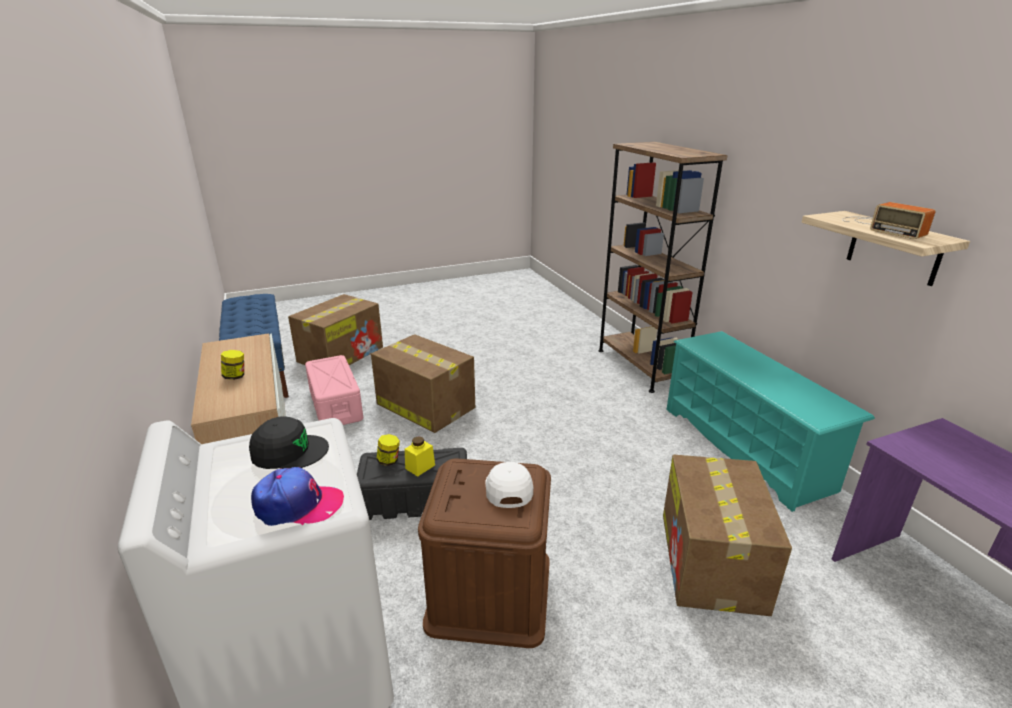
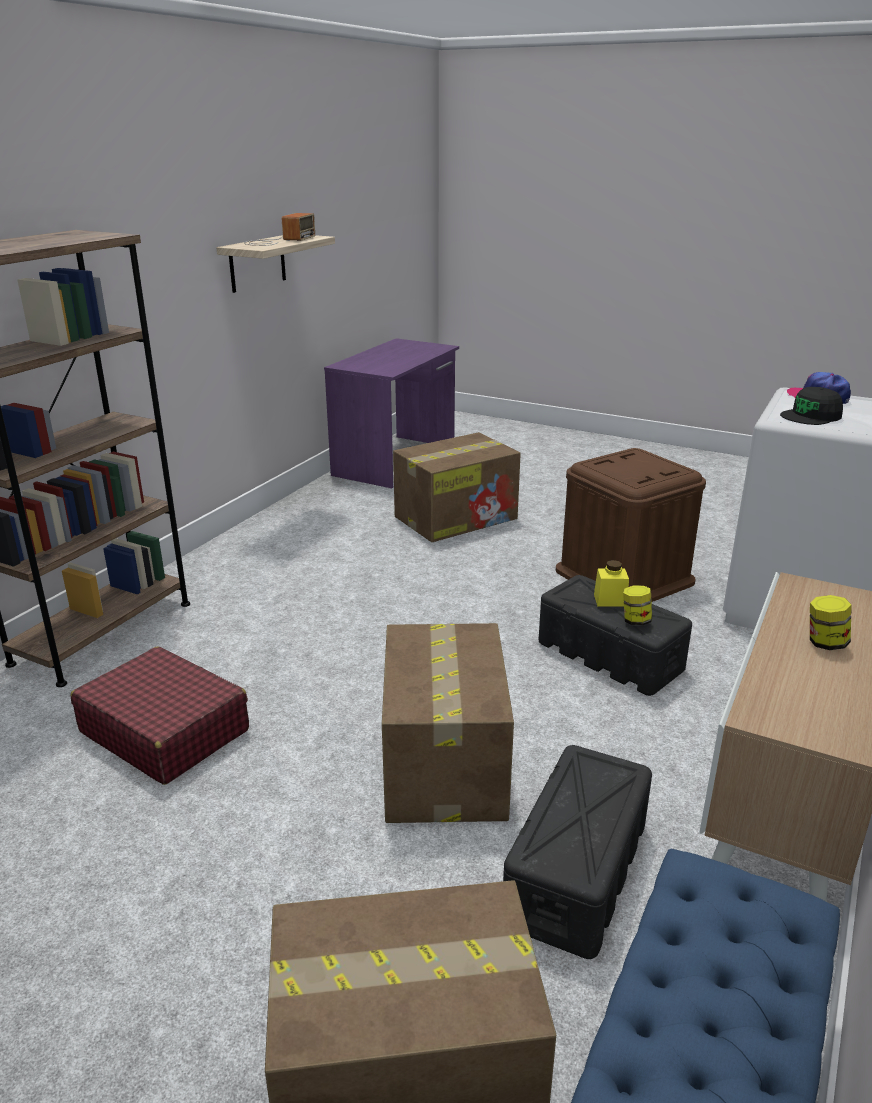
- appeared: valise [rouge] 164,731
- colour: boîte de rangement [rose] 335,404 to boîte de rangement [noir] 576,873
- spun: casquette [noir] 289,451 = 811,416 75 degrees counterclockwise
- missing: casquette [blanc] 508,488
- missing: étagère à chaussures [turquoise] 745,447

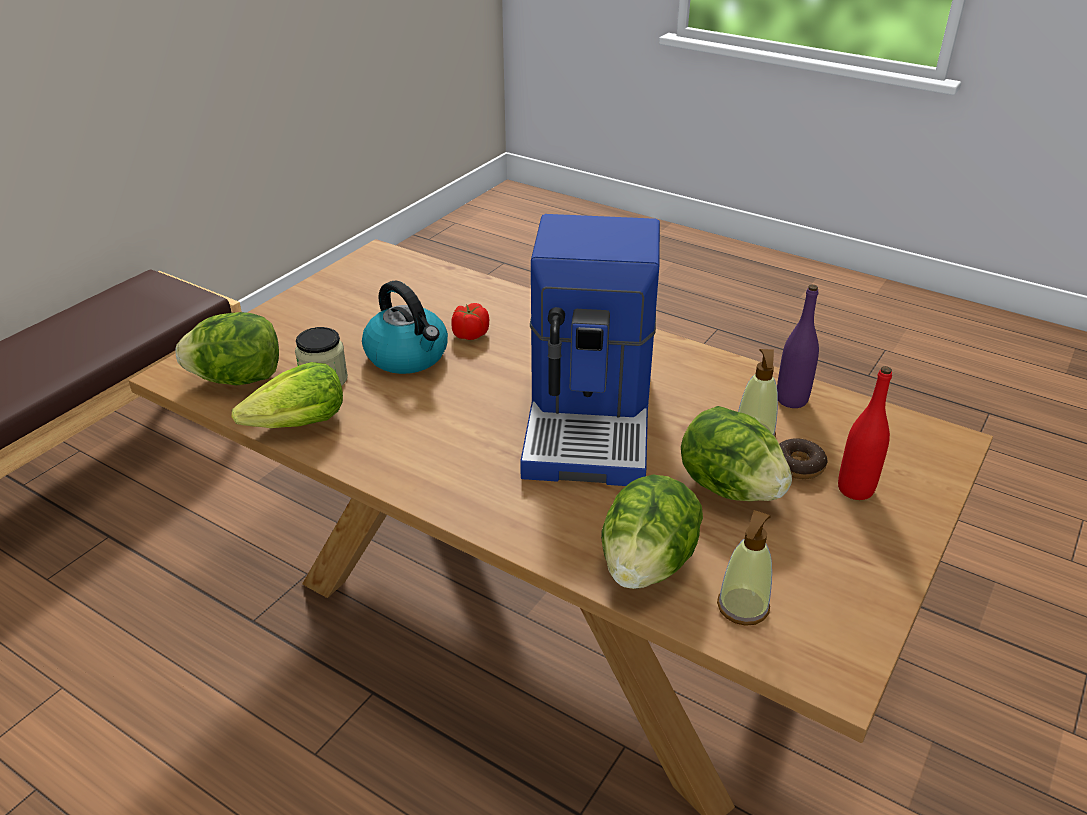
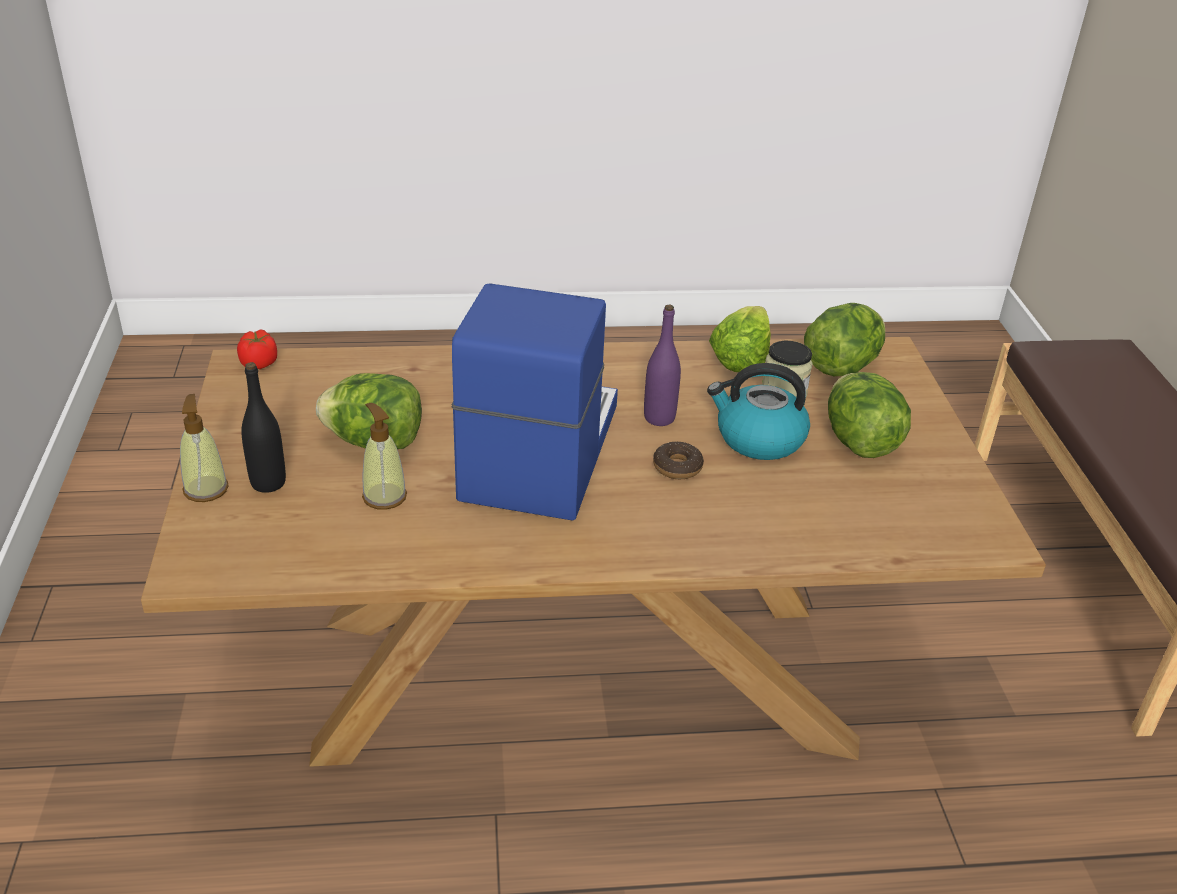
- relocated: distributeur de savon 742,607 to 206,489
- relocated: tomate 470,334 to 259,363
- colour: bouteille [rouge] 855,489 to bouteille [noir] 268,483
- spun: machine à café 592,417 = 537,452 45 degrees clockwise
- relocated: bouteille [violet] 791,400 to 659,418
- relocated: beignet 798,465 to 677,467
- relocated: laitue 647,565 to 859,442

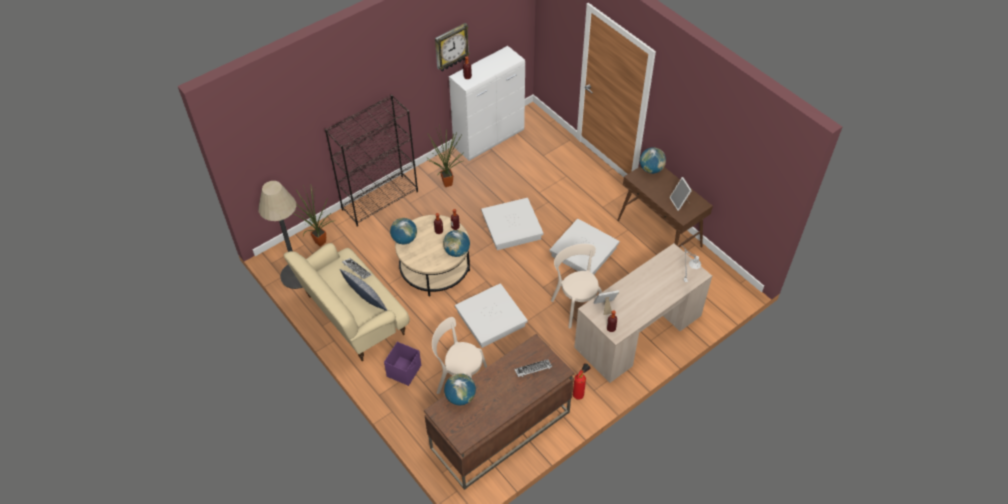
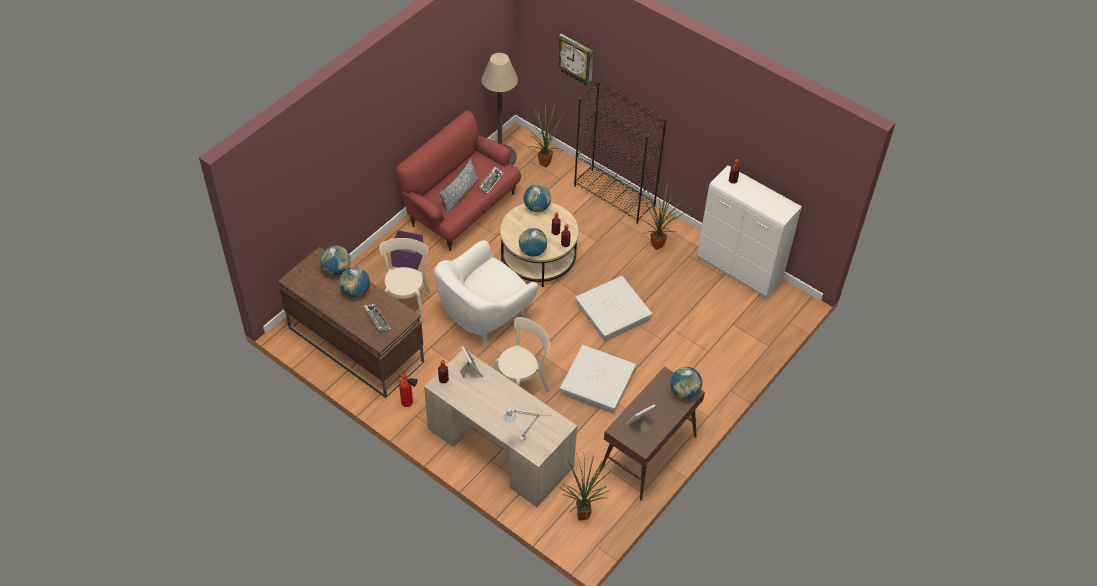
- appeared: globe 356,291
- colour: canapé [beige] 353,317 to canapé [rouge] 461,209
- exchanged: boîte de rangement [blanc] 490,319 to fauteuil [blanc] 484,315
- relocated: horloge murale 451,47 to 576,59
- appeared: plante en pot 583,513

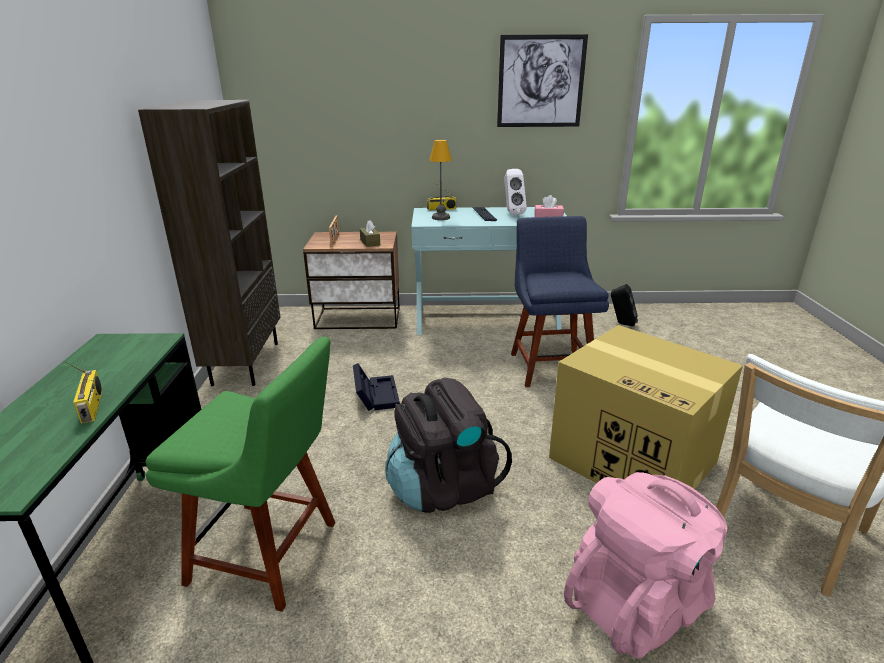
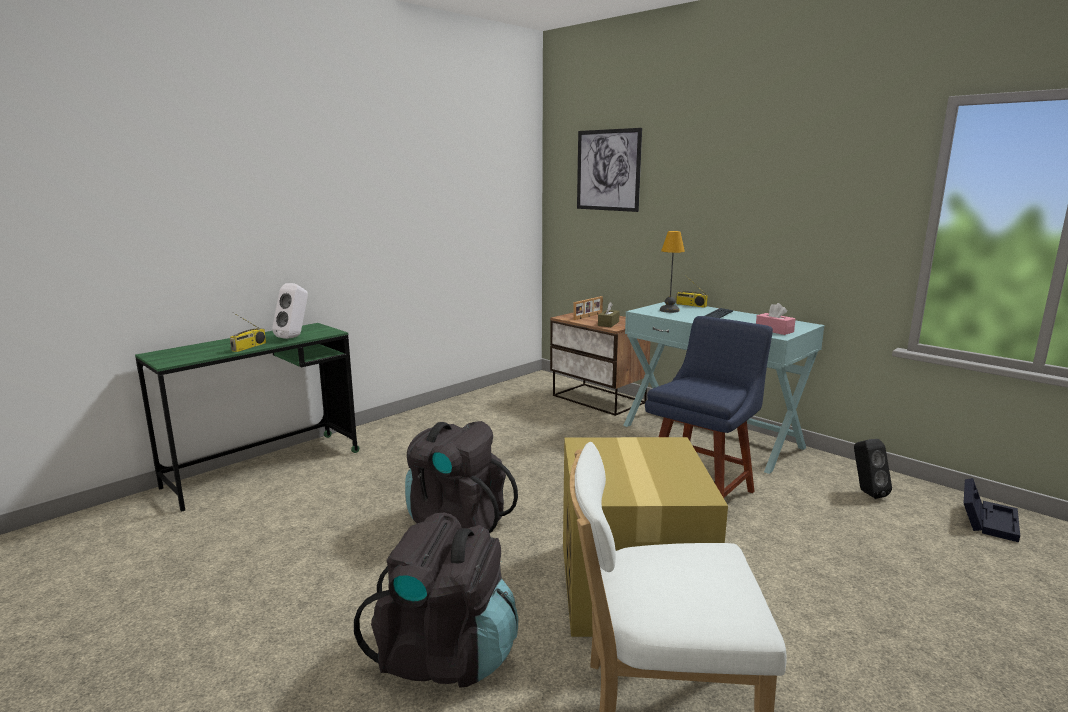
- relocated: enceinte [blanc] 511,213 to 295,337
- colour: sac à dos [rose] 637,602 to sac à dos [noir] 444,655
- relocated: tableau 540,82 to 608,170
- relocated: boîte de rangement [noir] 375,394 to 987,520
- missing: bibliothèque [marron] 245,363
- missing: chaise [vert] 270,554

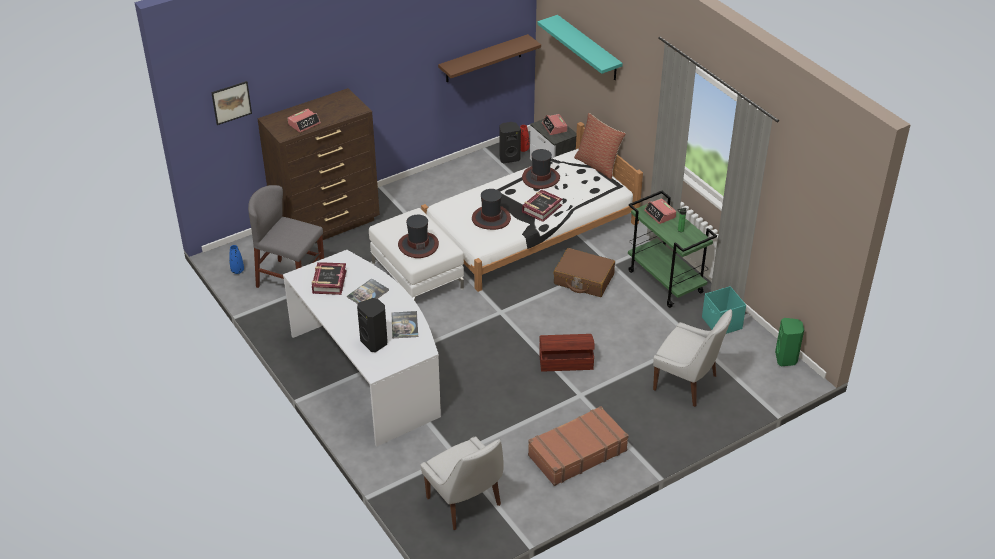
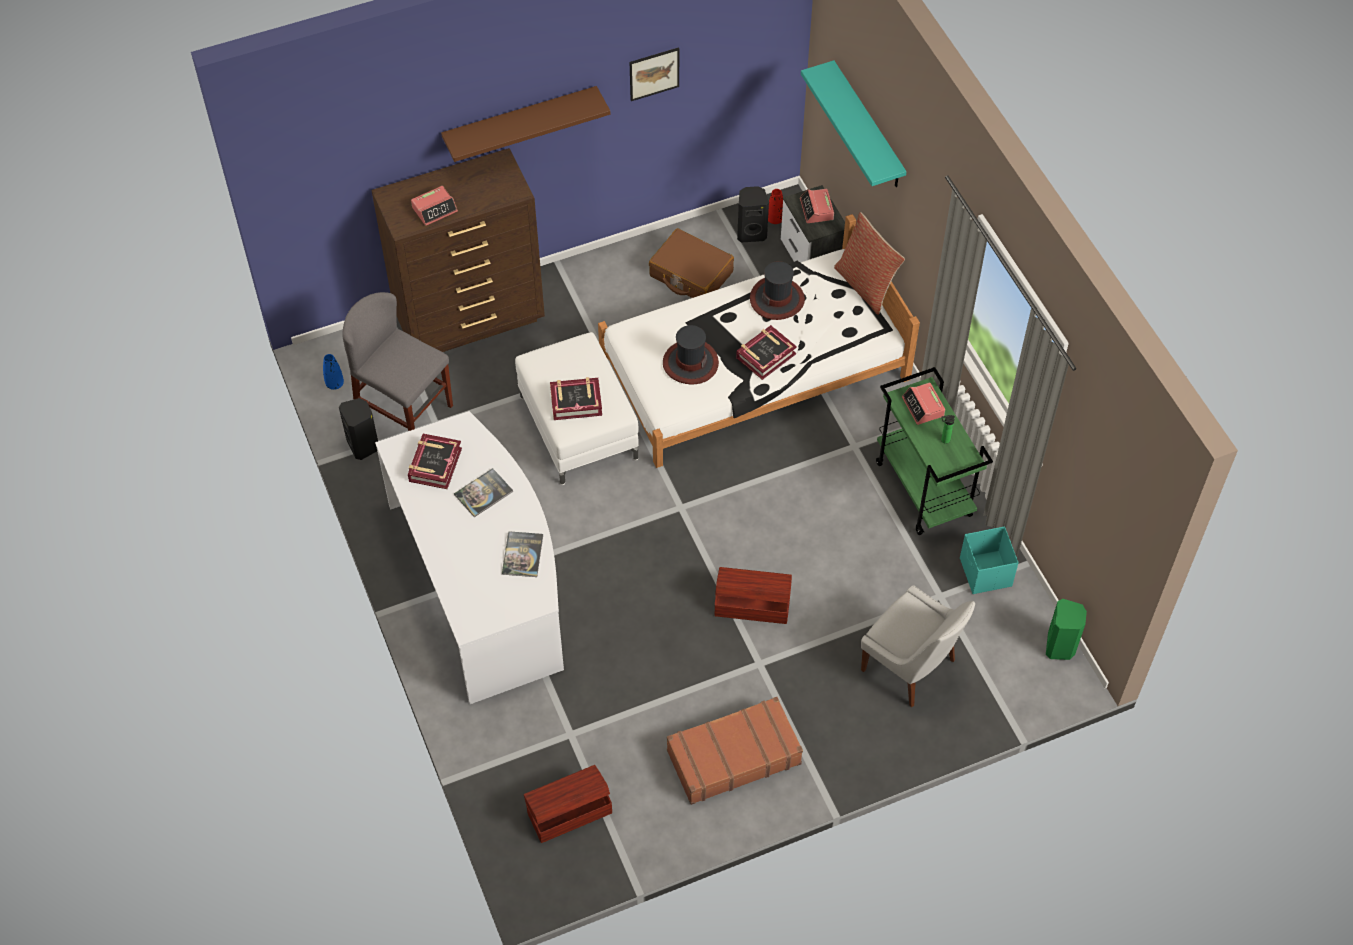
- relocated: enceinte [noir] 375,342 to 364,445
- relocated: étagère [marron] 483,59 to 520,121
- exchanged: chaise [blanc] 465,503 to boîte de rangement [marron] 568,812
- exchanged: chapeau 418,245 to livre 576,402
- relocated: tableau 231,102 to 654,73
- relocated: valise [marron] 583,279 to 691,274

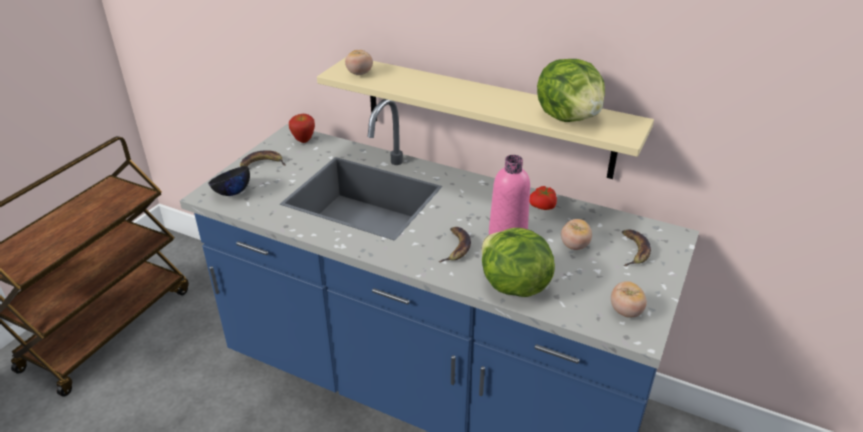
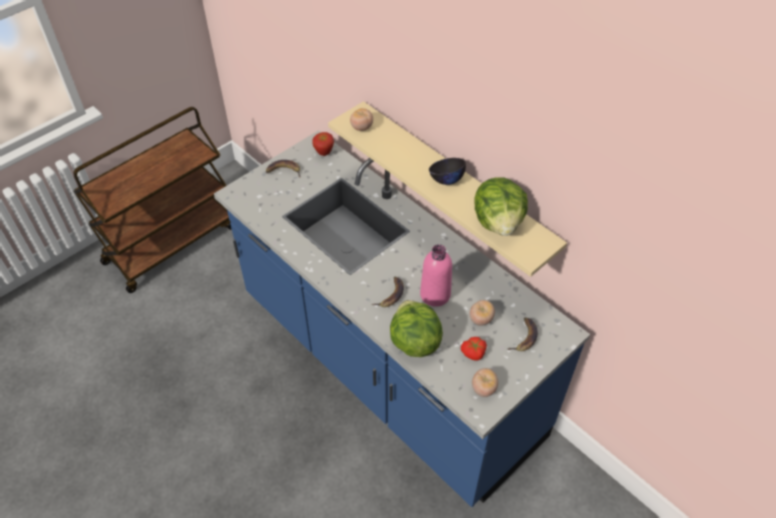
- relocated: bol [noir] 232,192 to 446,179
- relocated: tomate 543,206 to 473,353

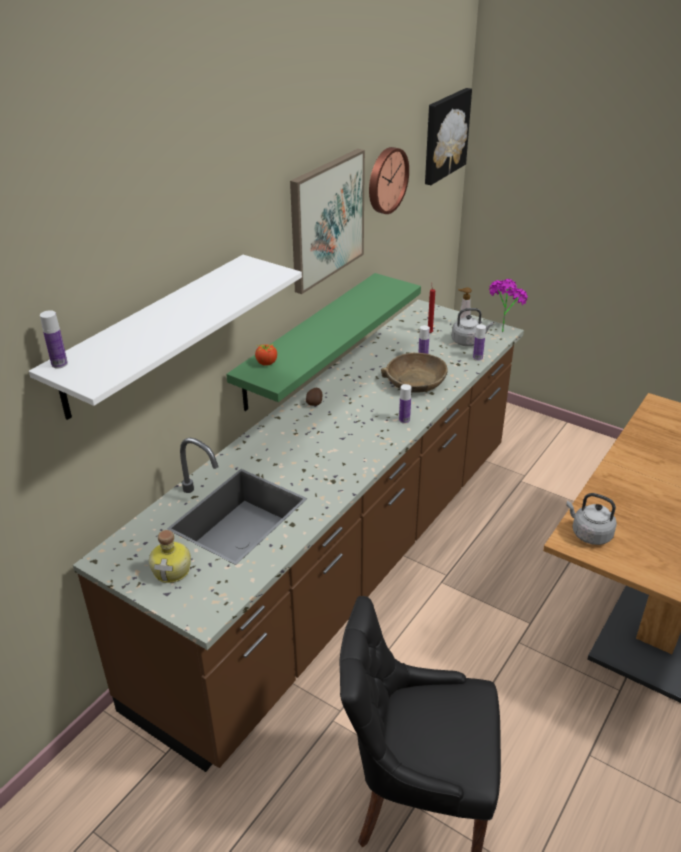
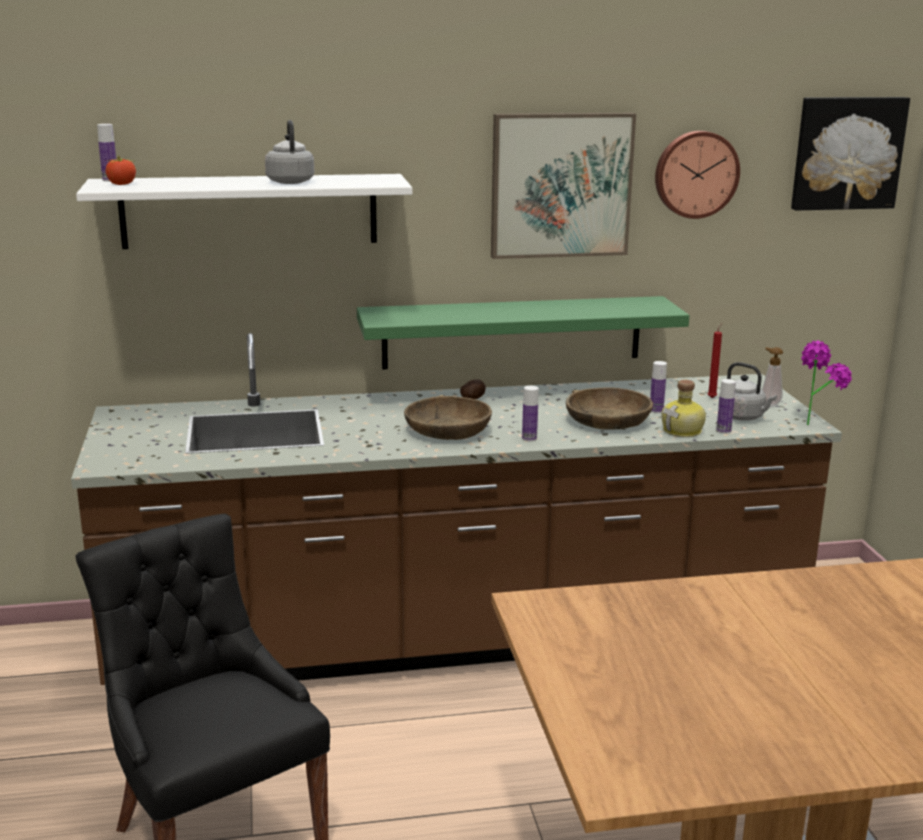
- relocated: tomate 267,363 to 122,184
- relocated: bouilloire [gris] 589,534 to 290,181
- appeared: bol [marron] 447,430
- relocated: bouteille 173,570 to 683,431

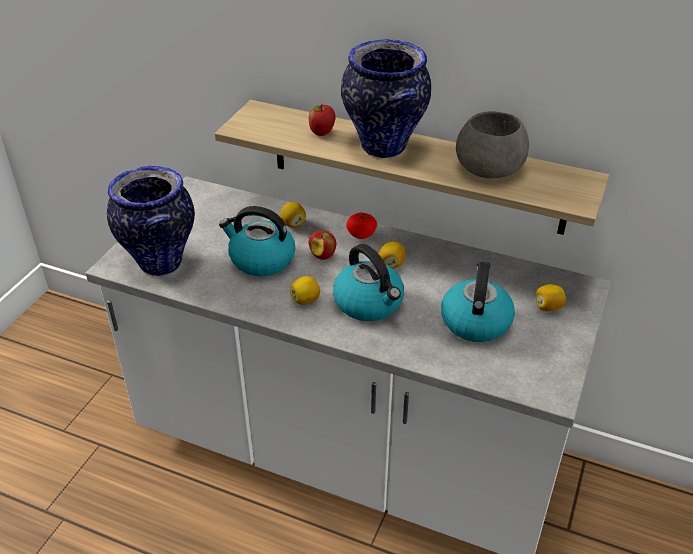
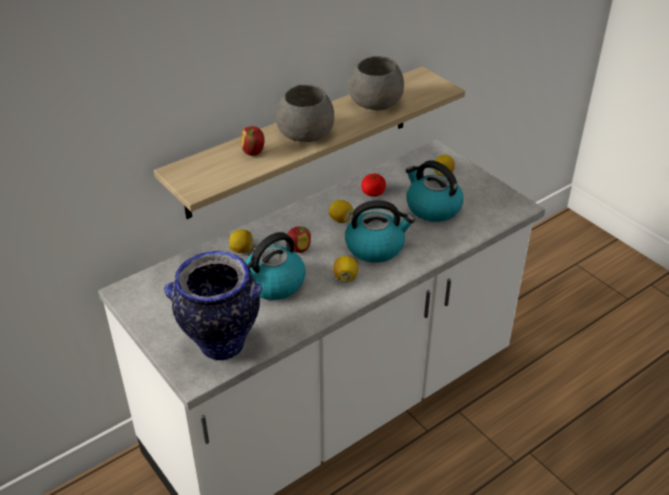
- exchanged: vase 384,148 to bol [gris] 305,133
- relocated: tomate 361,234 to 373,192

